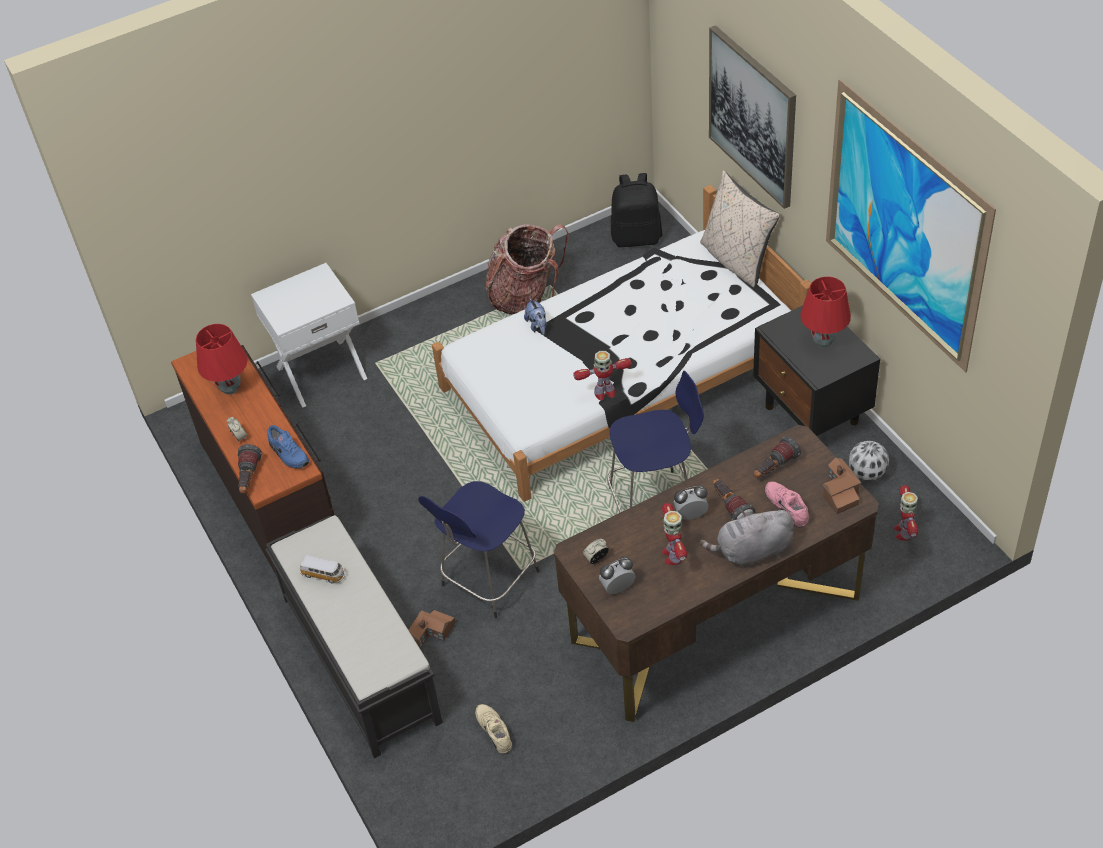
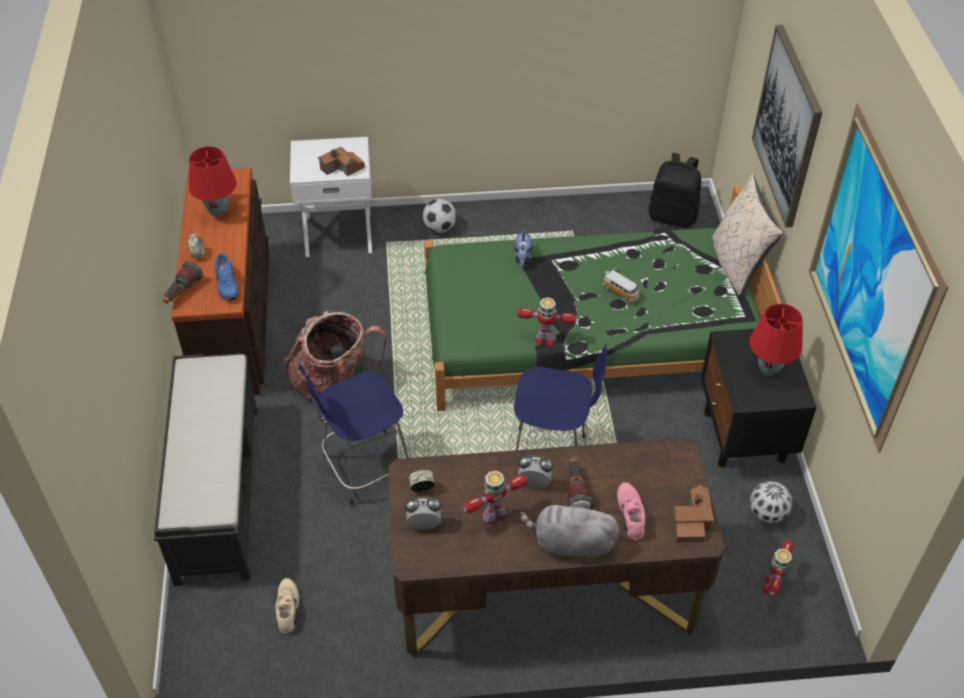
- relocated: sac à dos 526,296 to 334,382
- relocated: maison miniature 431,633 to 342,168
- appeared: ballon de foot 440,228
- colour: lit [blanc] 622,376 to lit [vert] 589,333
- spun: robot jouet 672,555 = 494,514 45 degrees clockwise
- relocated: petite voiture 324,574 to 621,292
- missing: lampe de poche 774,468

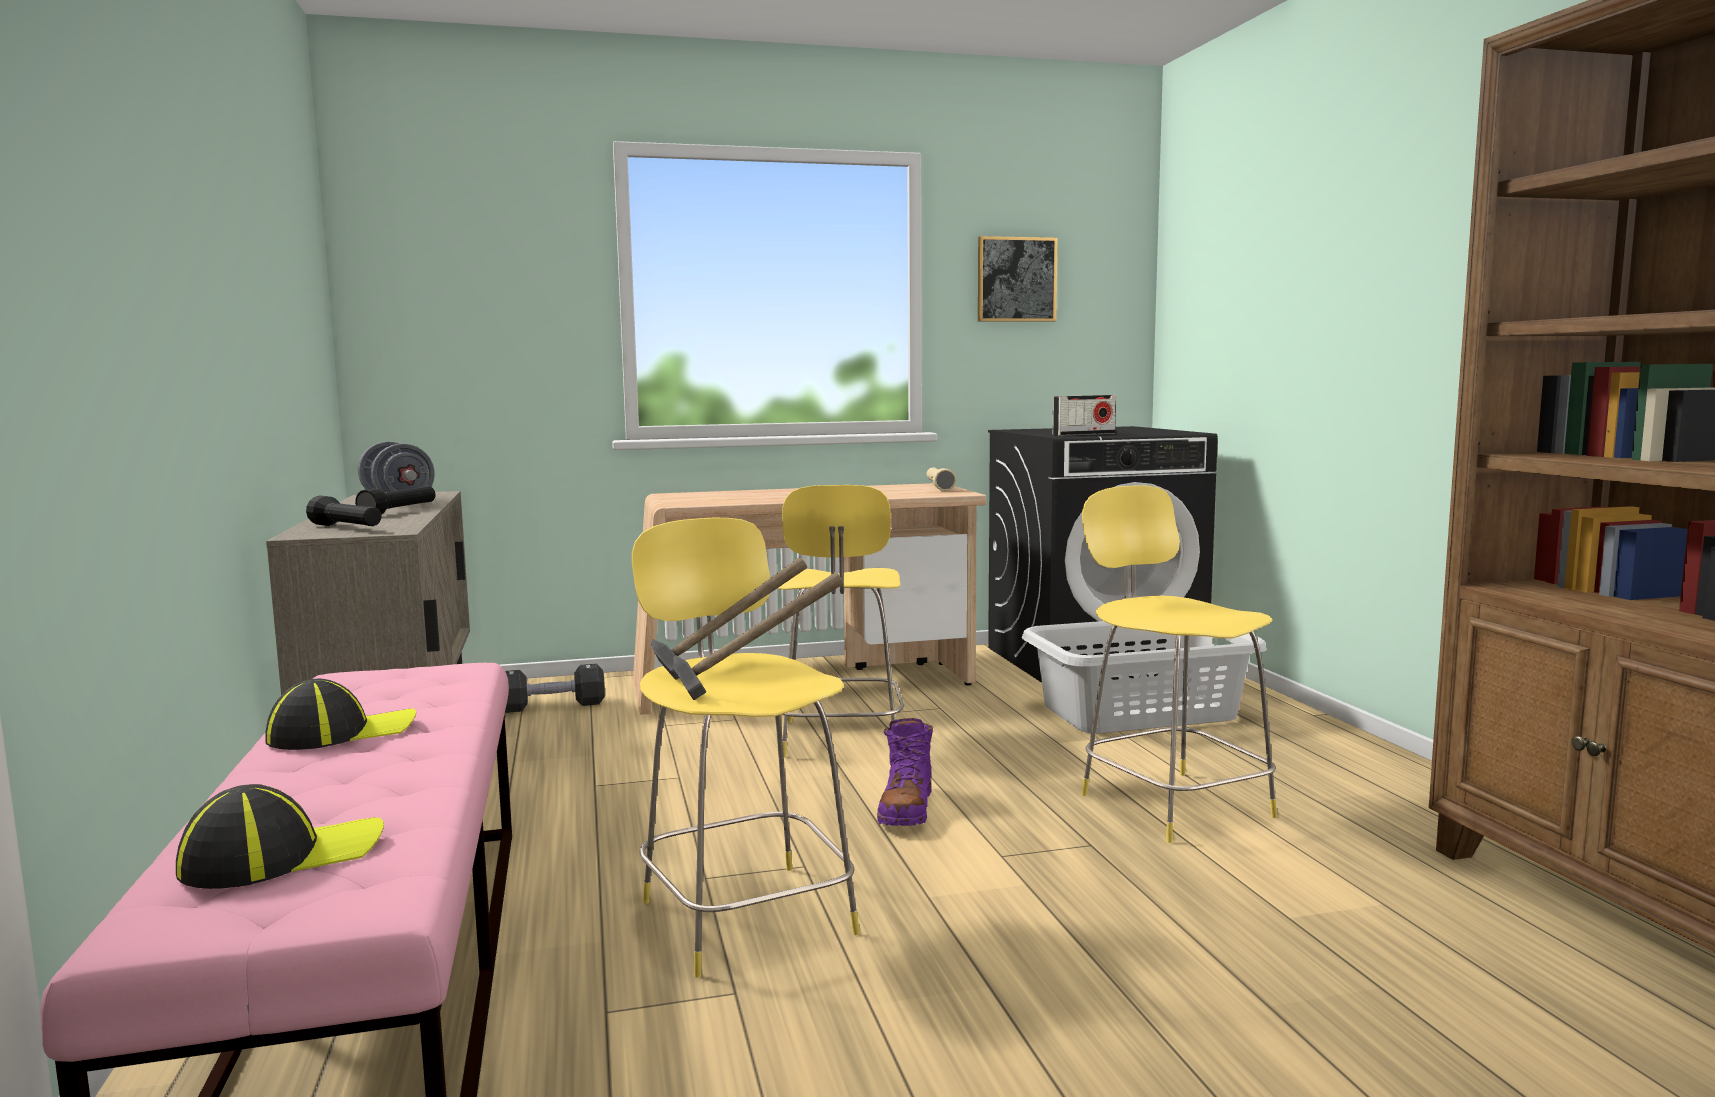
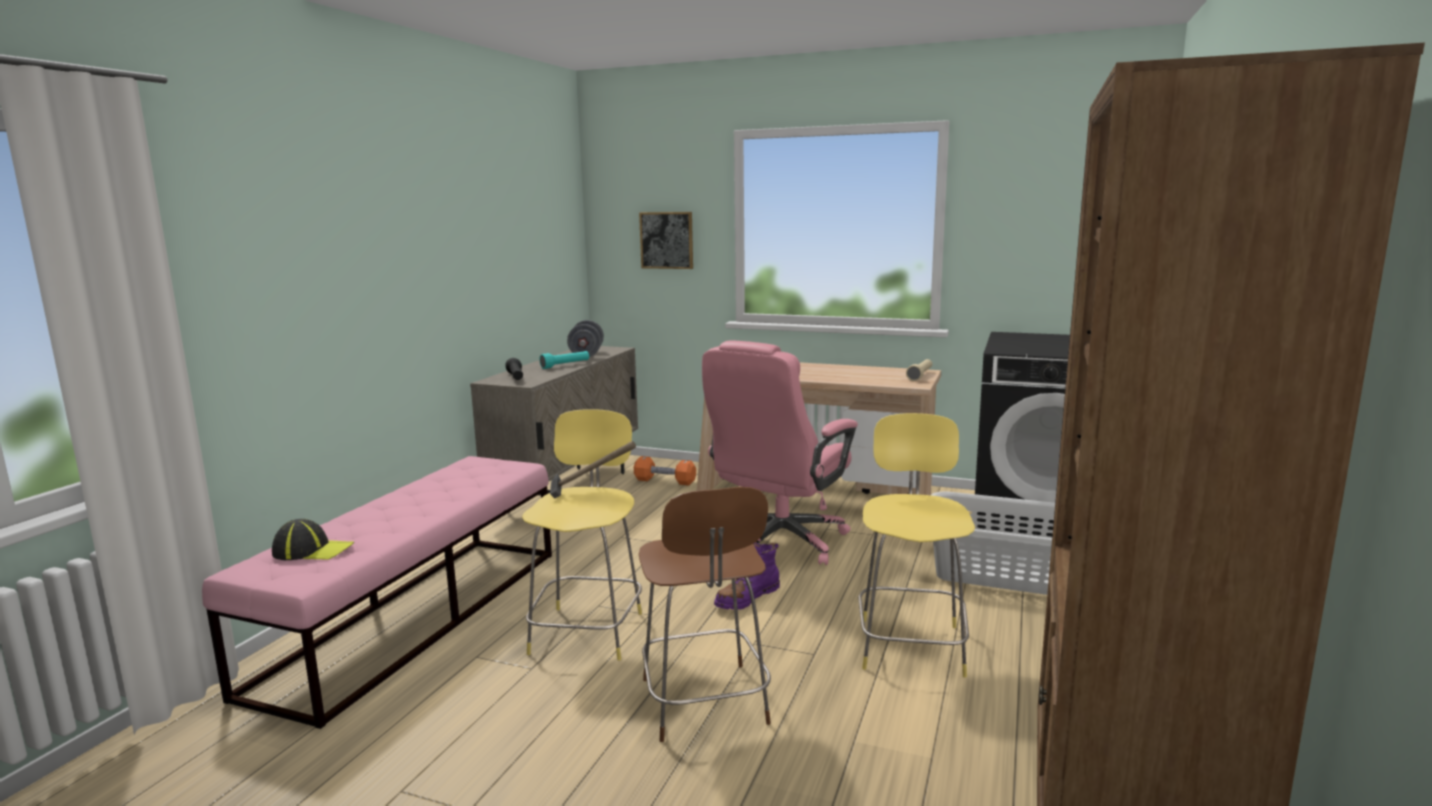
- colour: lampe de poche [noir] 399,512 to lampe de poche [turquoise] 565,365
- colour: haltère [noir] 552,706 to haltère [orange] 665,481
- relocated: tableau 1016,279 to 667,240
- appeared: tabouret [marron] 705,704
- exchanged: tabouret [jaune] 840,740 to chaise de bureau [rose] 779,542
- missing: casquette 341,732
- missing: marteau 753,687
- missing: radio 1084,434

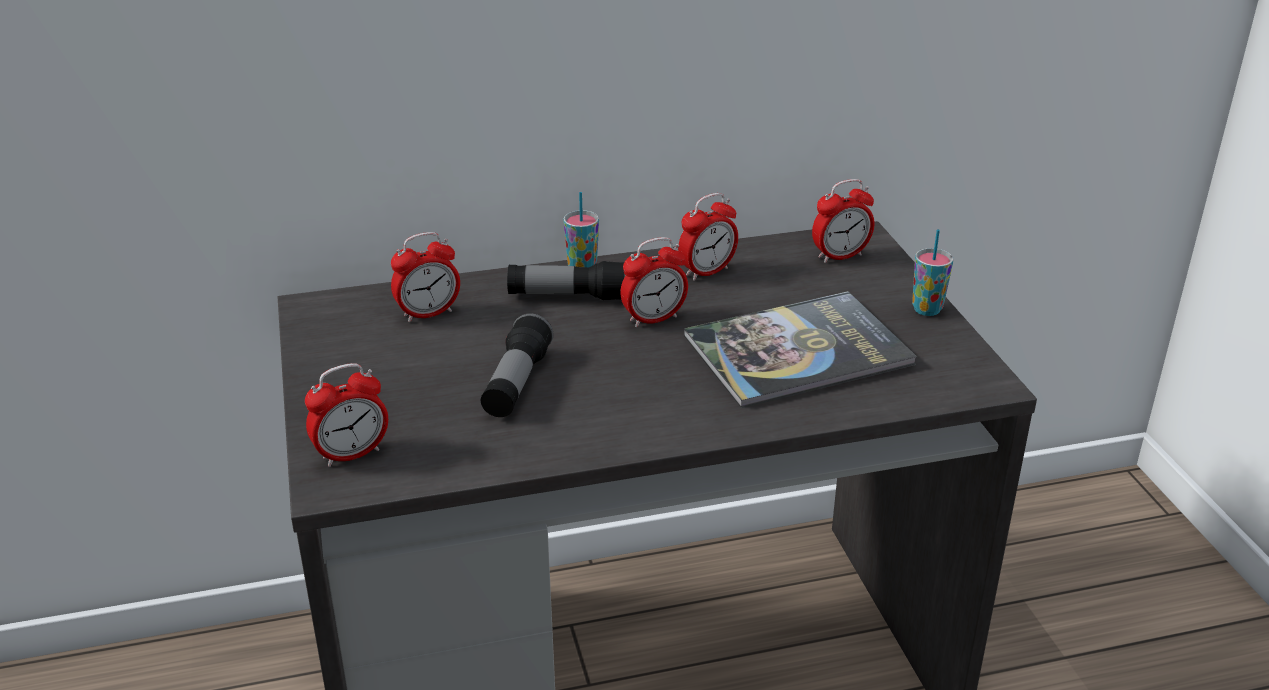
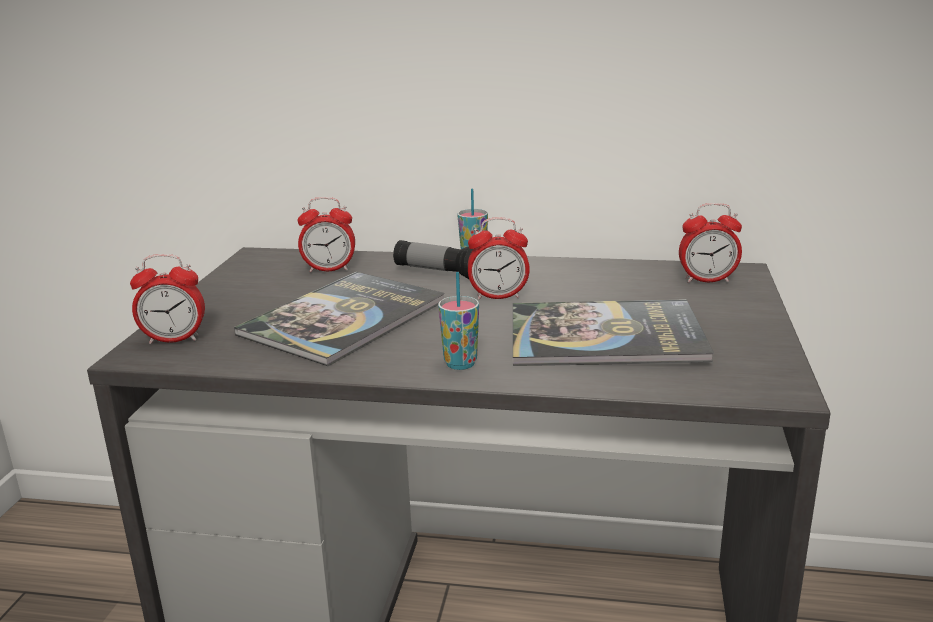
- exchanged: lampe de poche 516,384 to livre 344,319
- relocated: tasse 927,309 to 460,364
- missing: réveil 707,272

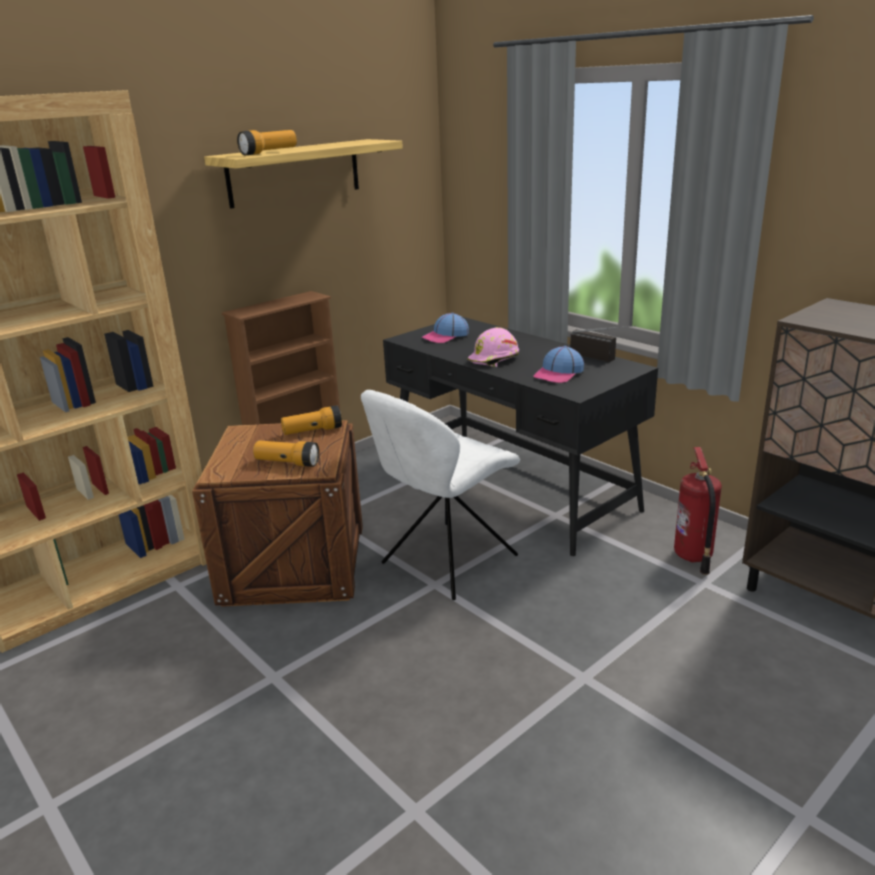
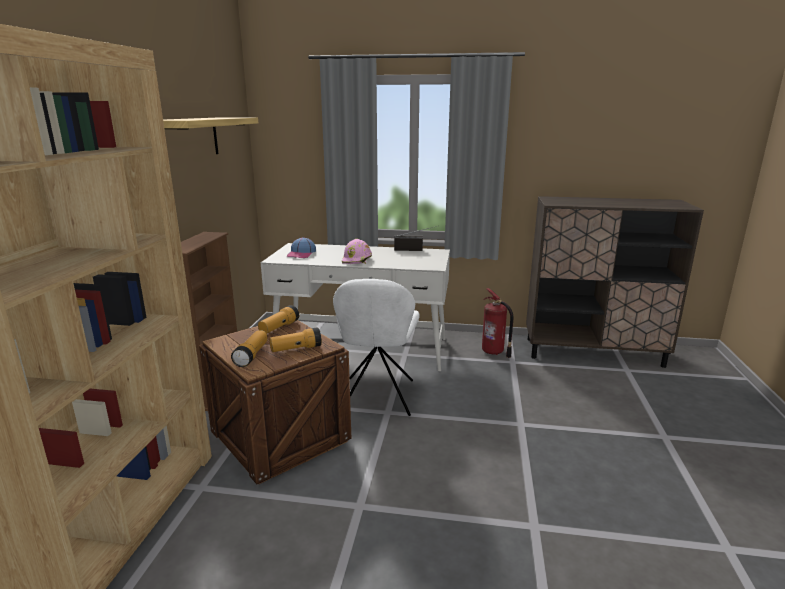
- relocated: lampe de poche 269,152 to 252,356
- colour: bureau [noir] 511,488 to bureau [blanc] 361,348
- missing: casquette 558,374

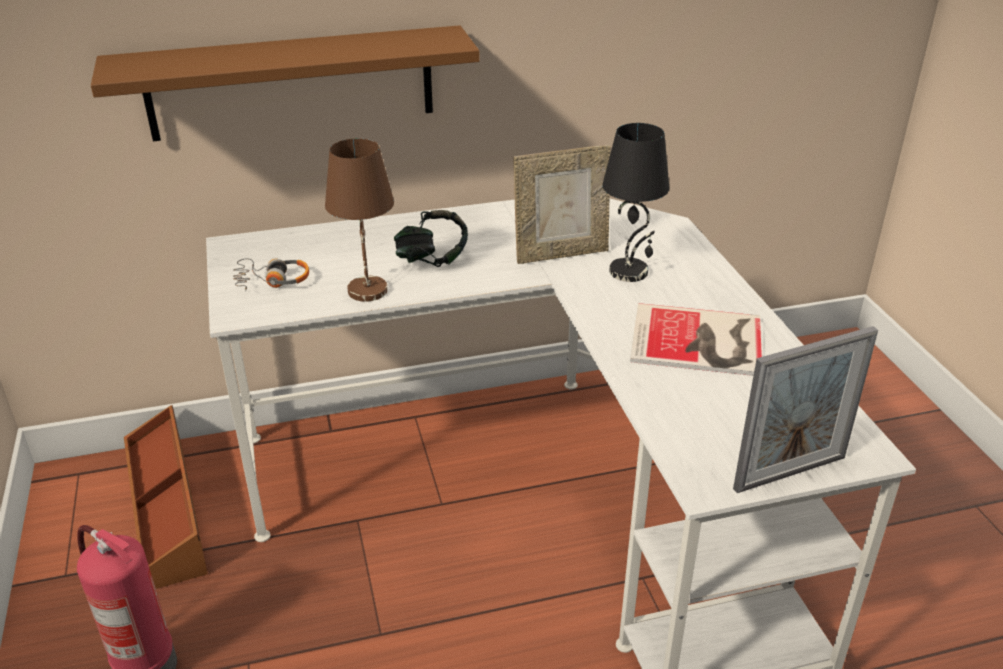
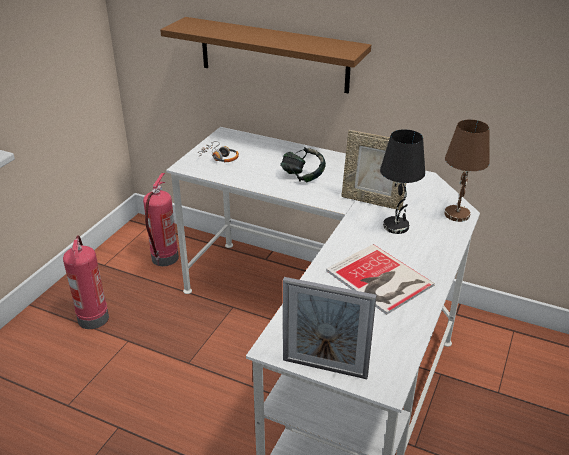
- exchanged: boîte de rangement [marron] 168,509 to extincteur 164,259
- relocated: lampe de table [marron] 366,290 to 456,214

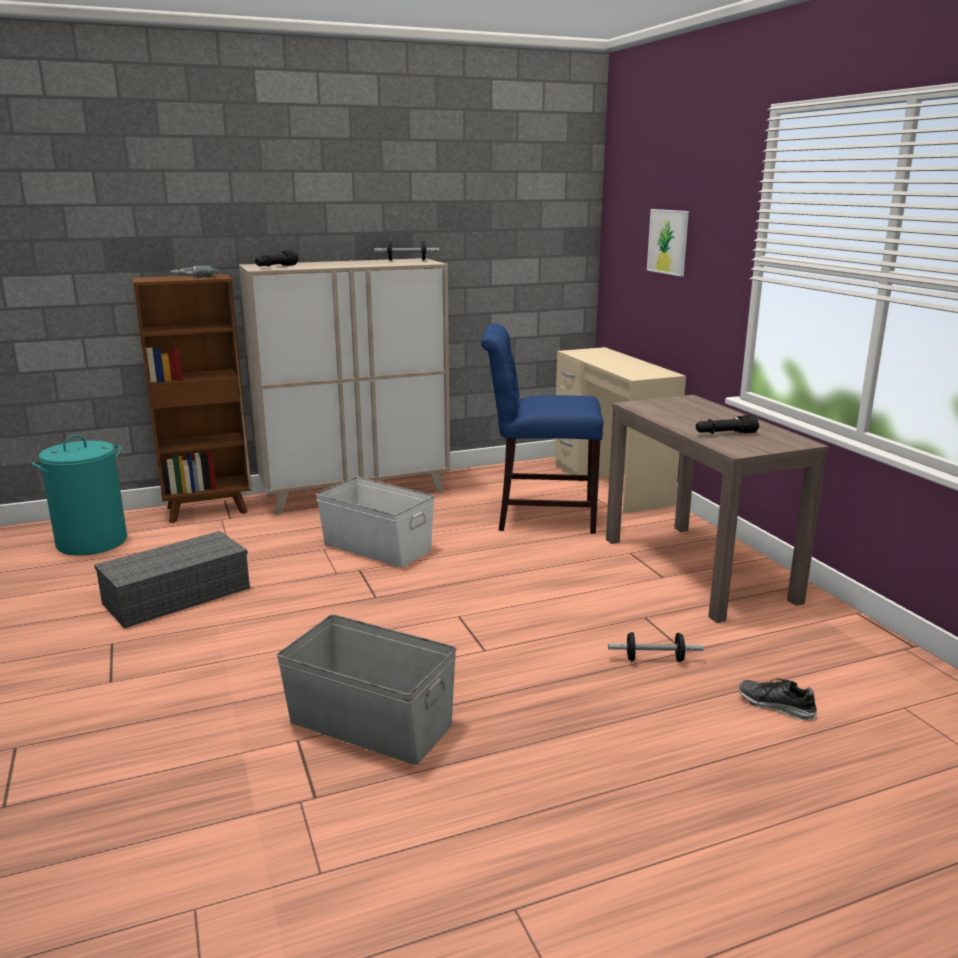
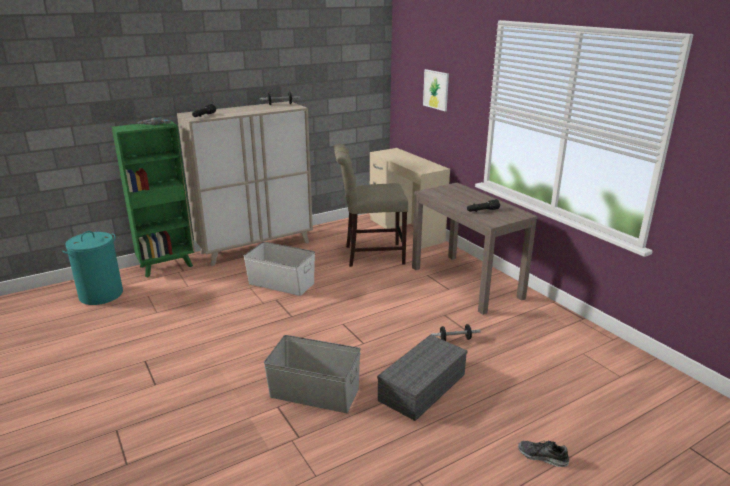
- colour: bibliothèque [marron] 209,510 to bibliothèque [vert] 167,266
- colour: chaise [bleu] 539,516 to chaise [beige] 370,255
- relocated: boîte de rangement [gris] 178,594 to 422,386
- relocated: chaussure 776,706 to 542,457

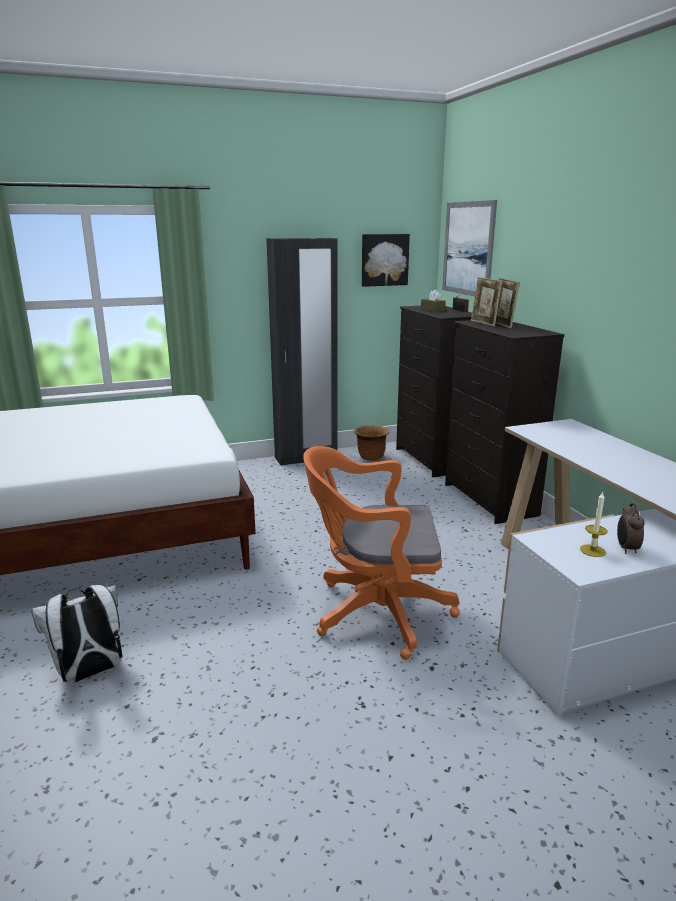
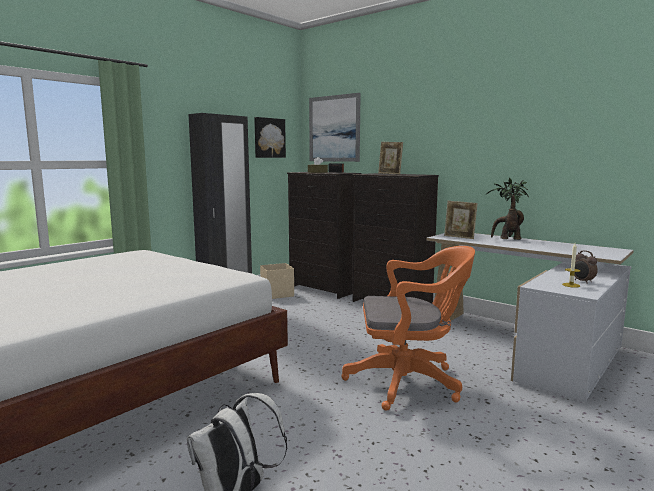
- exchanged: cache-pot [marron] 371,457 to boîte de rangement [beige] 277,294
- spun: chaise de bureau [orange] 374,612 = 409,382 150 degrees counterclockwise
- relocated: cadre photo 484,323 to 459,237
- appeared: plante en pot 507,239

